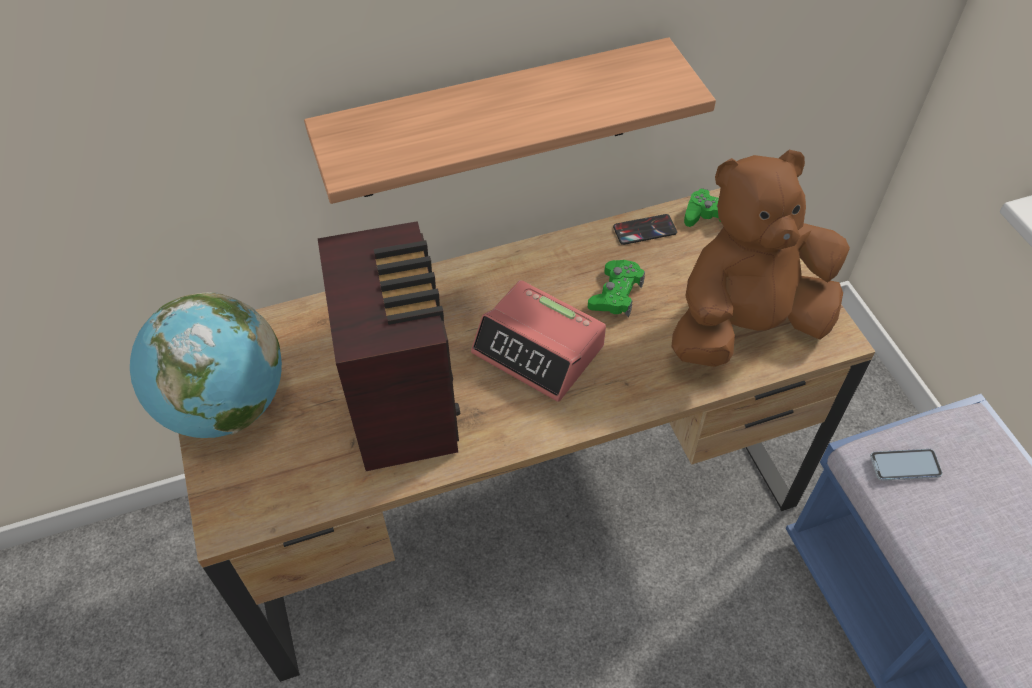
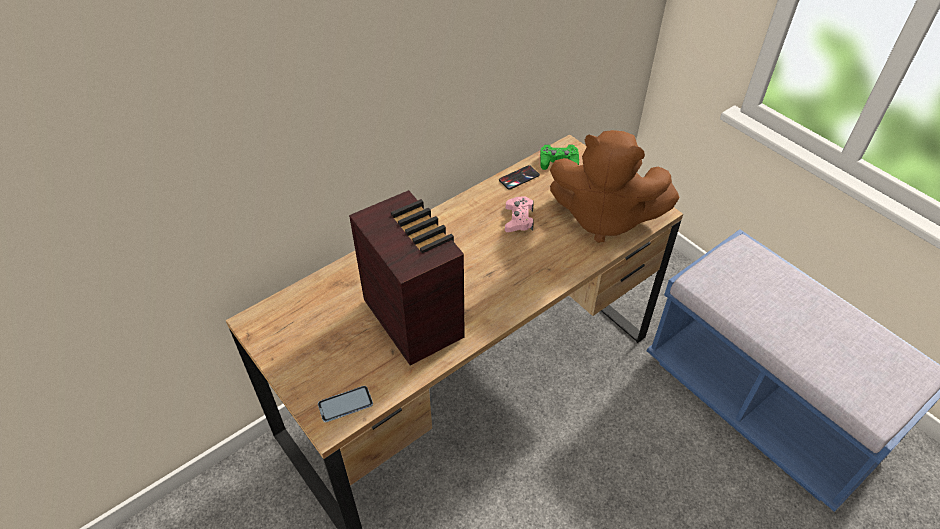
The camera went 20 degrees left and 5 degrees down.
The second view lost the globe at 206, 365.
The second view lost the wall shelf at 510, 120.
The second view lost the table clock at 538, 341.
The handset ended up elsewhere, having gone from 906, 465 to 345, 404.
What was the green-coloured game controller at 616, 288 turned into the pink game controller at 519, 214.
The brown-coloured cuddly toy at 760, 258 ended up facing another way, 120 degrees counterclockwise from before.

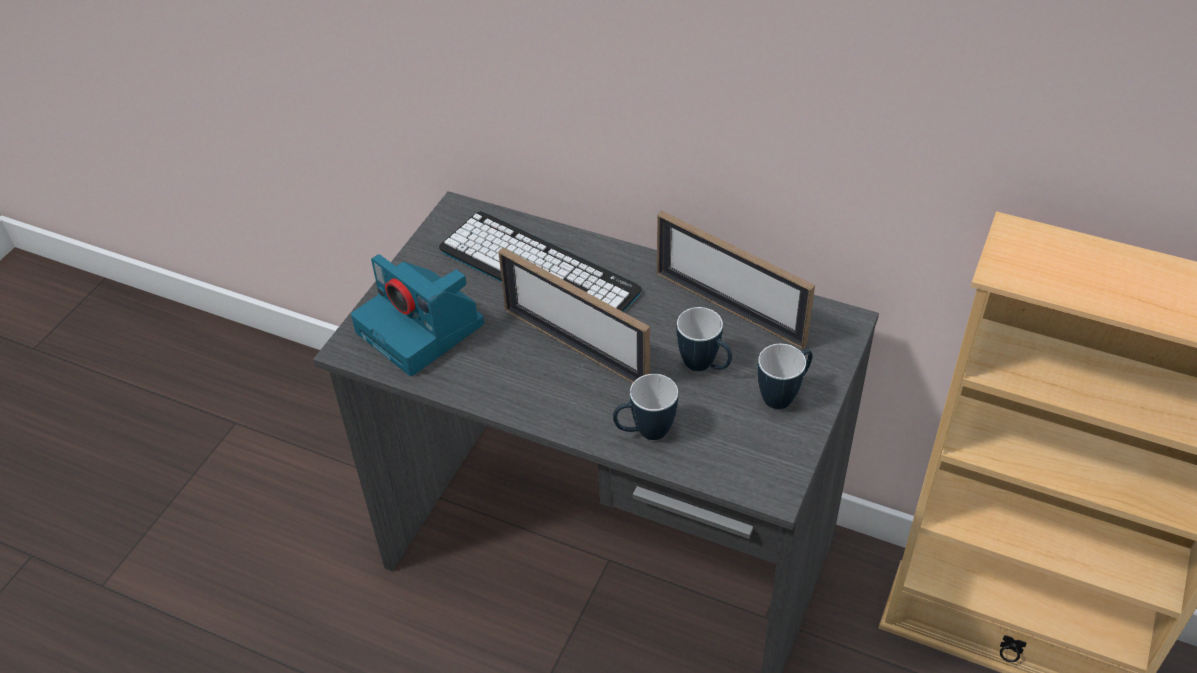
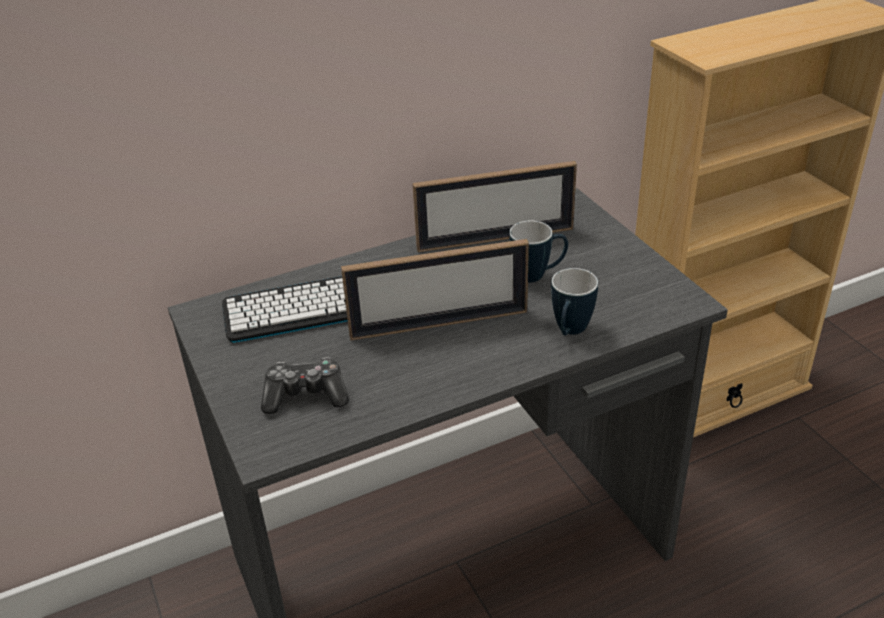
The camera went 50 degrees left and 10 degrees down.
The second view lost the mug at 785, 376.
Where the still camera stood at 417, 315, the game controller came to stand at 305, 385.

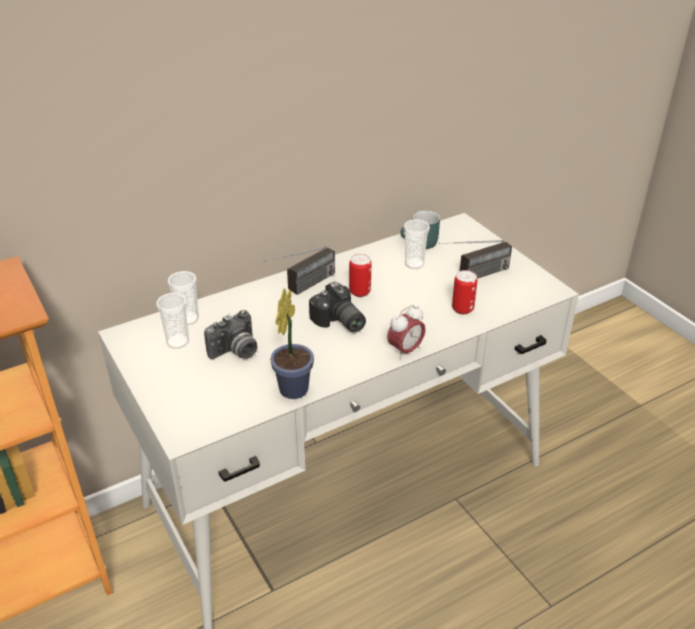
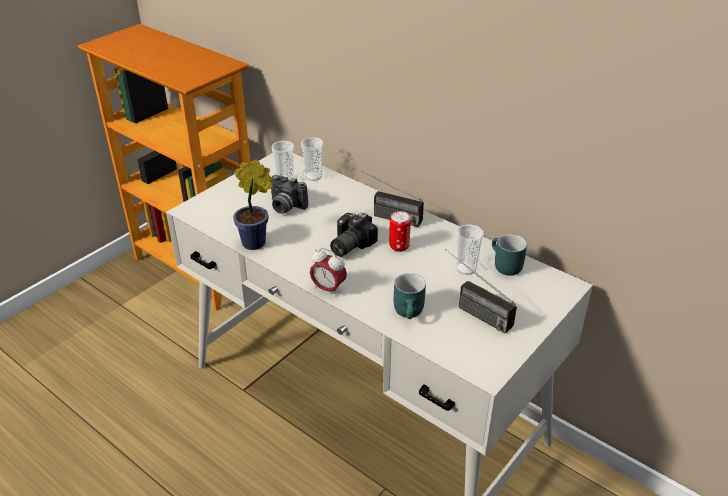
The camera went 70 degrees right and 0 degrees up.
Where the metal can stood at 465, 292, the turquoise mug came to stand at 410, 296.

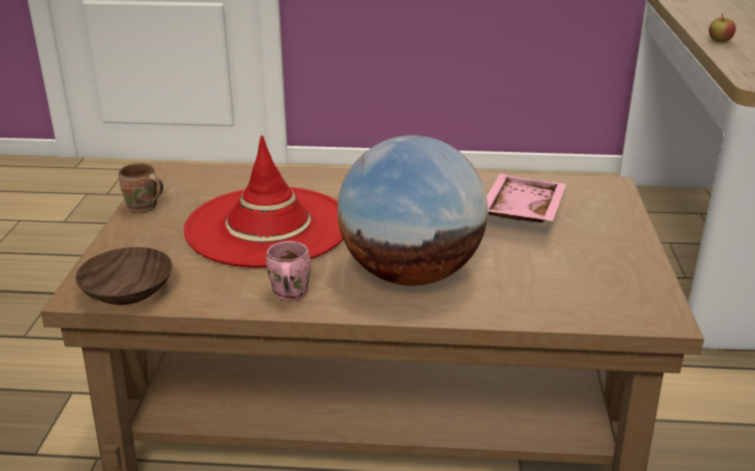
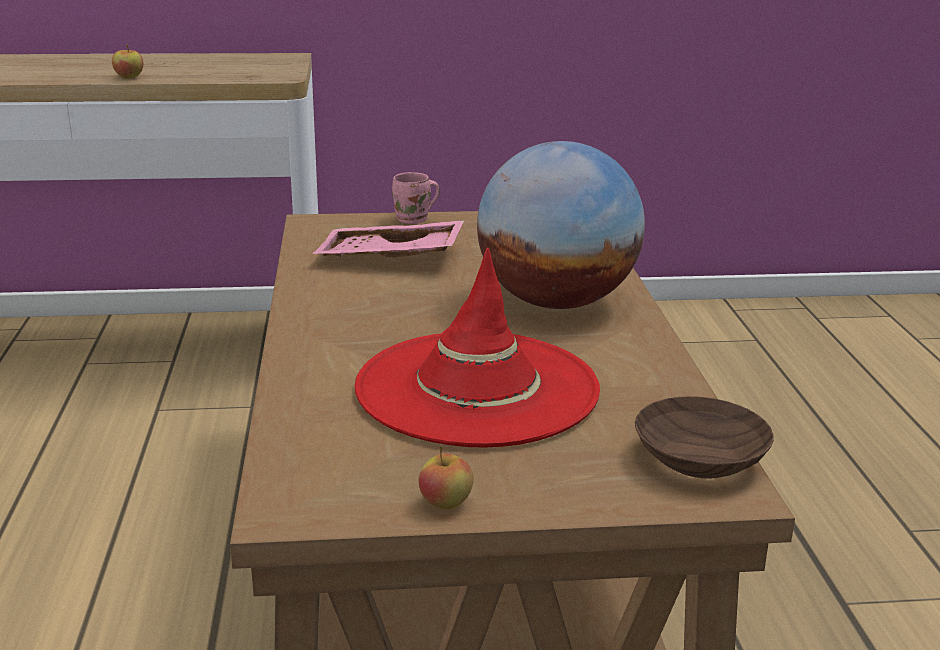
The camera went 100 degrees left and 5 degrees down.
The pink mug ended up elsewhere, having gone from 288, 271 to 416, 198.
Where the brown-coloured mug stood at 141, 188, the apple came to stand at 446, 477.

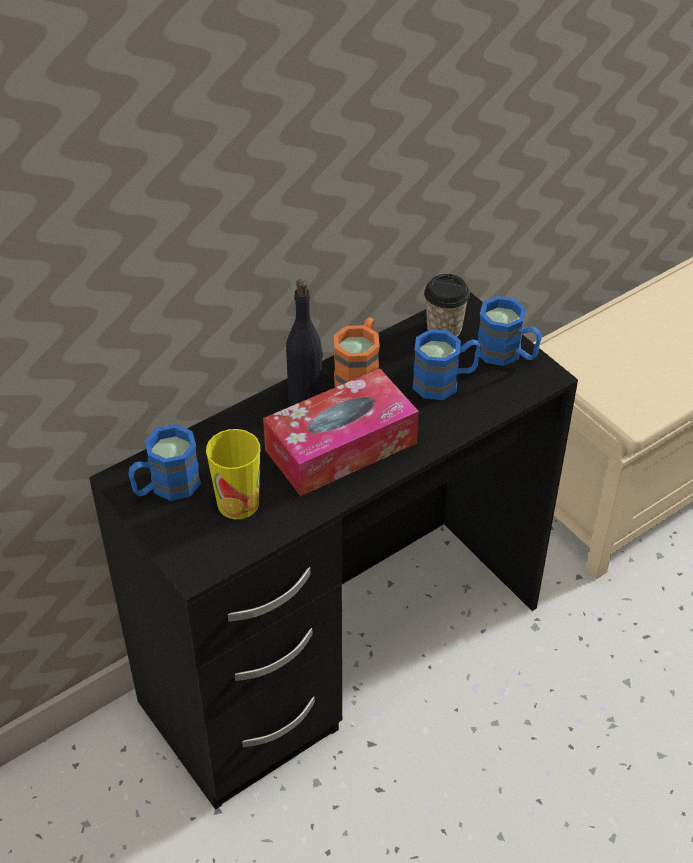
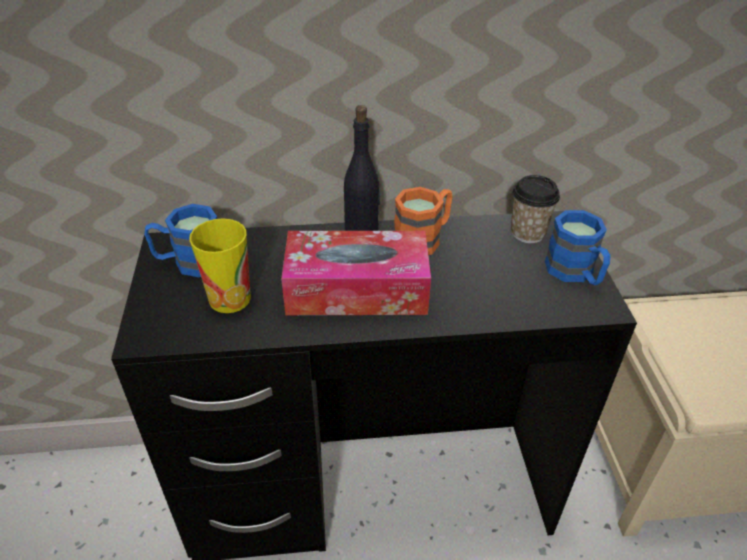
The camera went 30 degrees right and 5 degrees down.
The second view lost the blue mug at 446, 364.

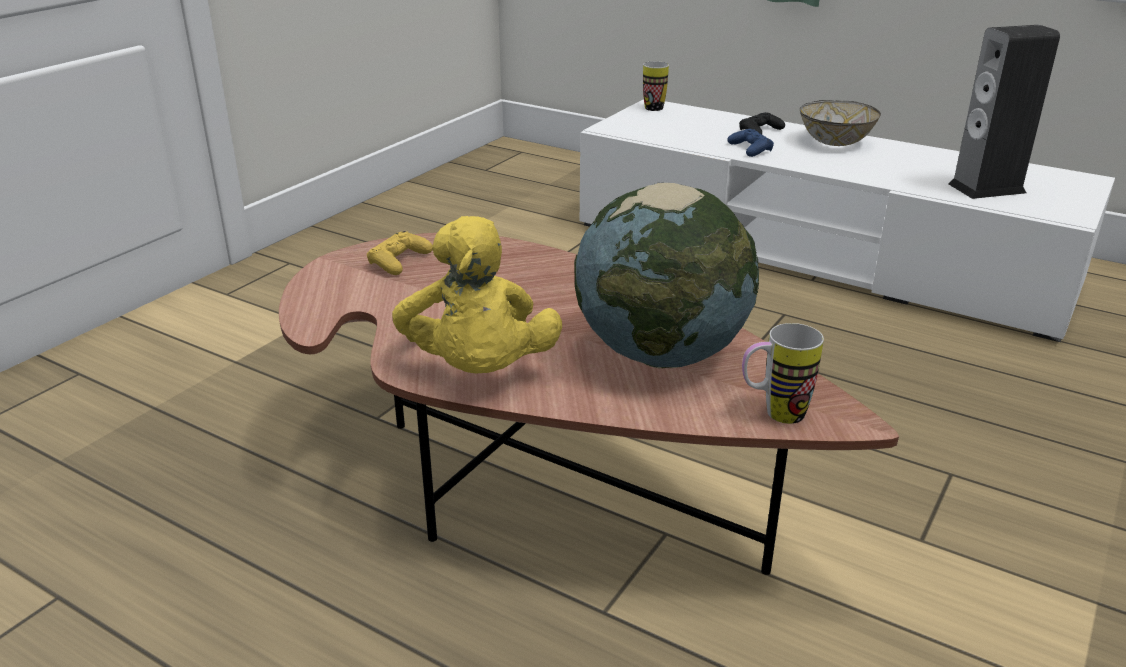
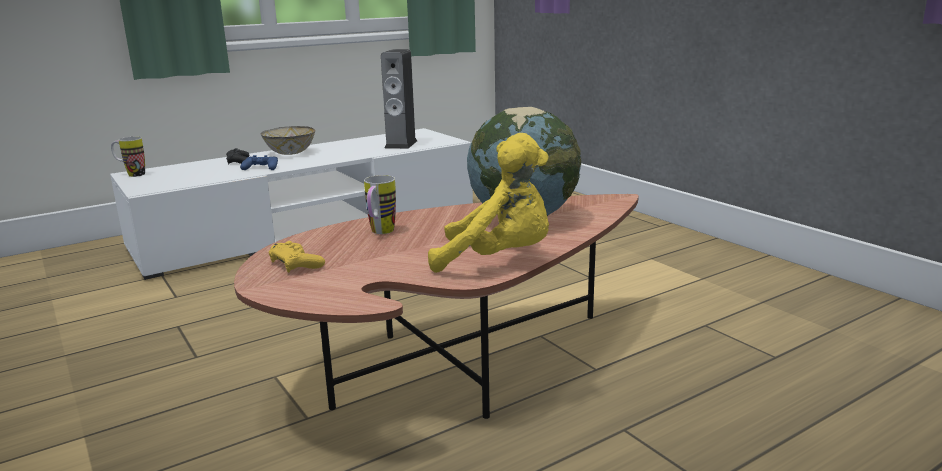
The camera went 65 degrees left and 10 degrees down.
The mug ended up elsewhere, having gone from 783, 373 to 380, 204.

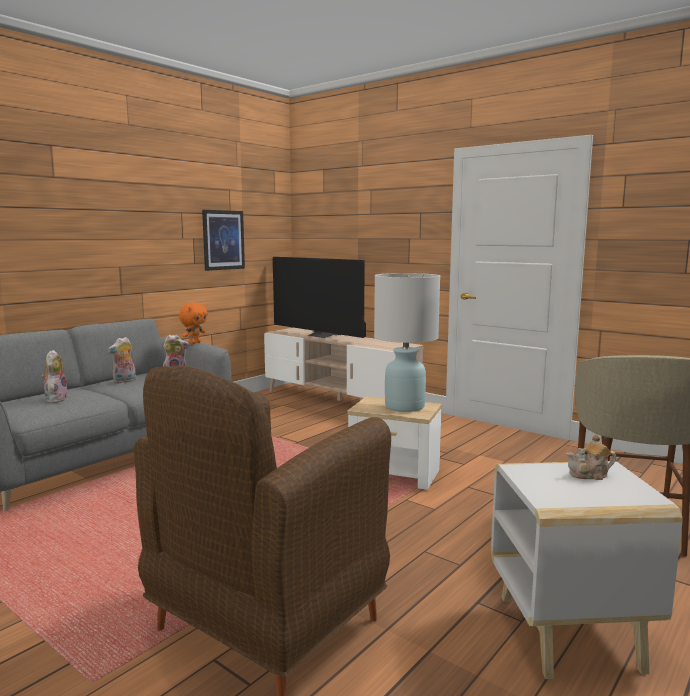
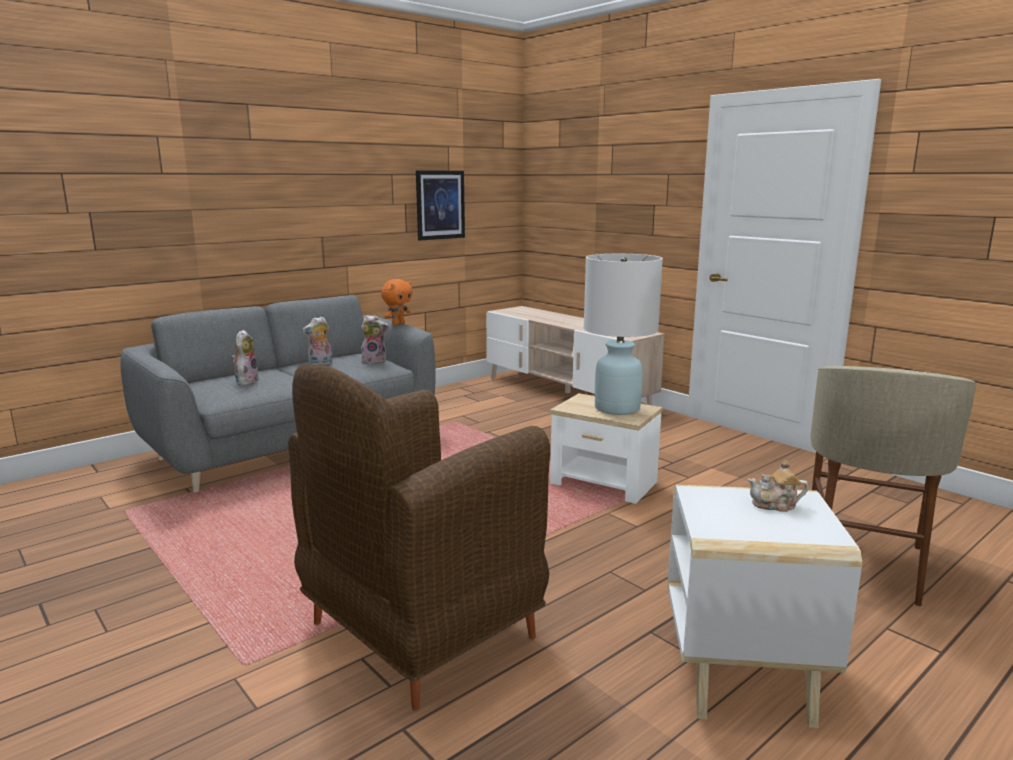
The camera went 10 degrees right and 5 degrees up.
The second view lost the TV at 319, 297.

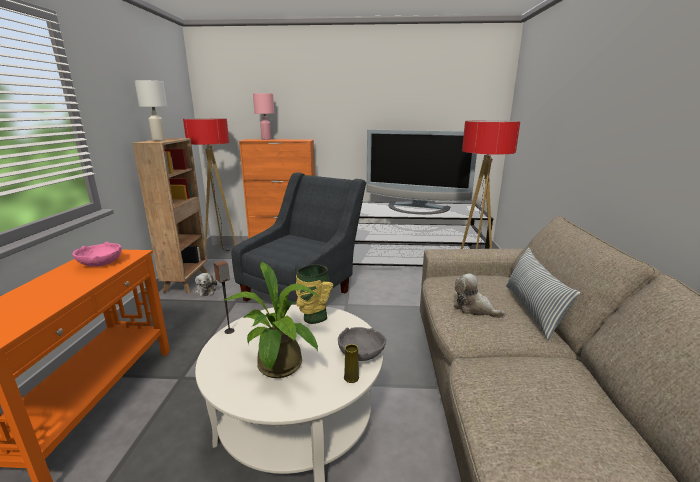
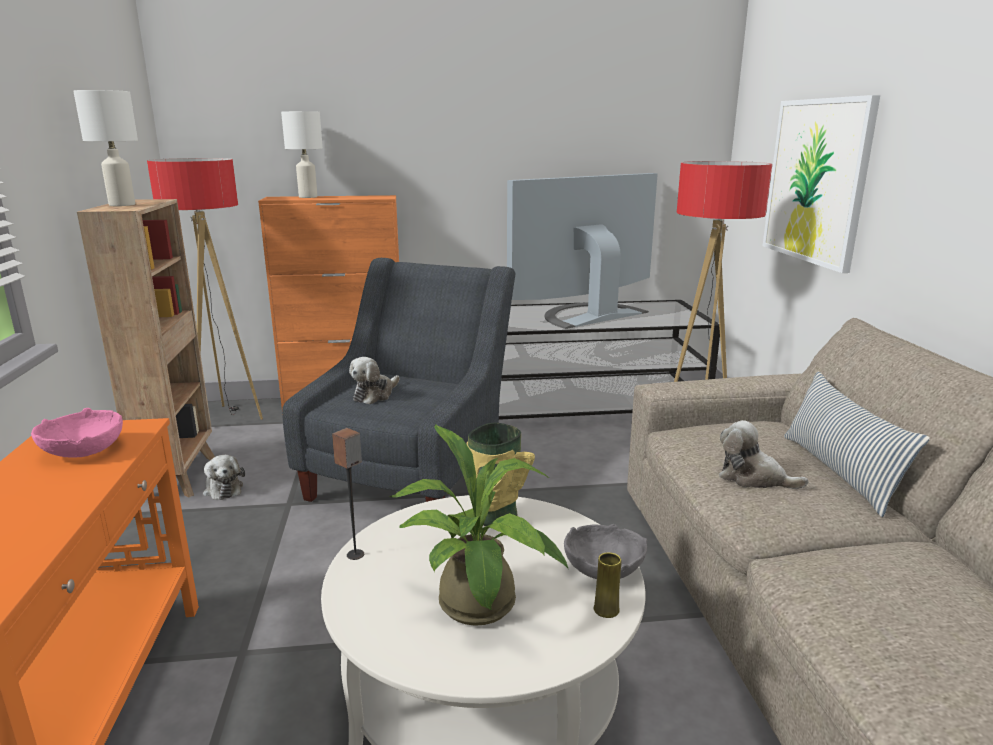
The camera went 10 degrees left and 0 degrees up.
The second view gained the cuddly toy at 374, 381.
The second view gained the wall picture at 821, 184.
What was the pink lamp for a table at 263, 116 turned into the white lamp for a table at 302, 154.
The TV at 421, 171 ended up facing another way, 135 degrees clockwise from before.

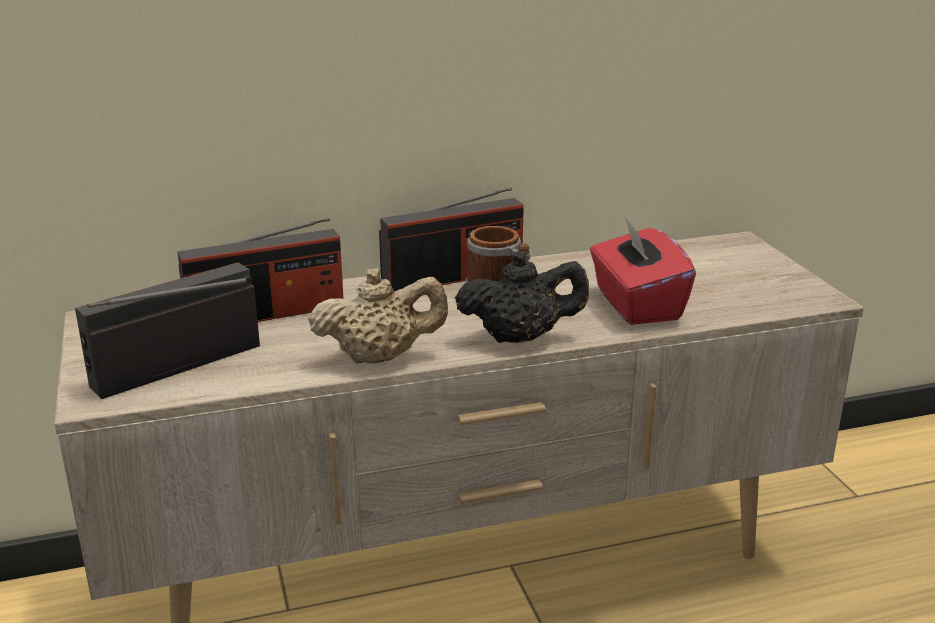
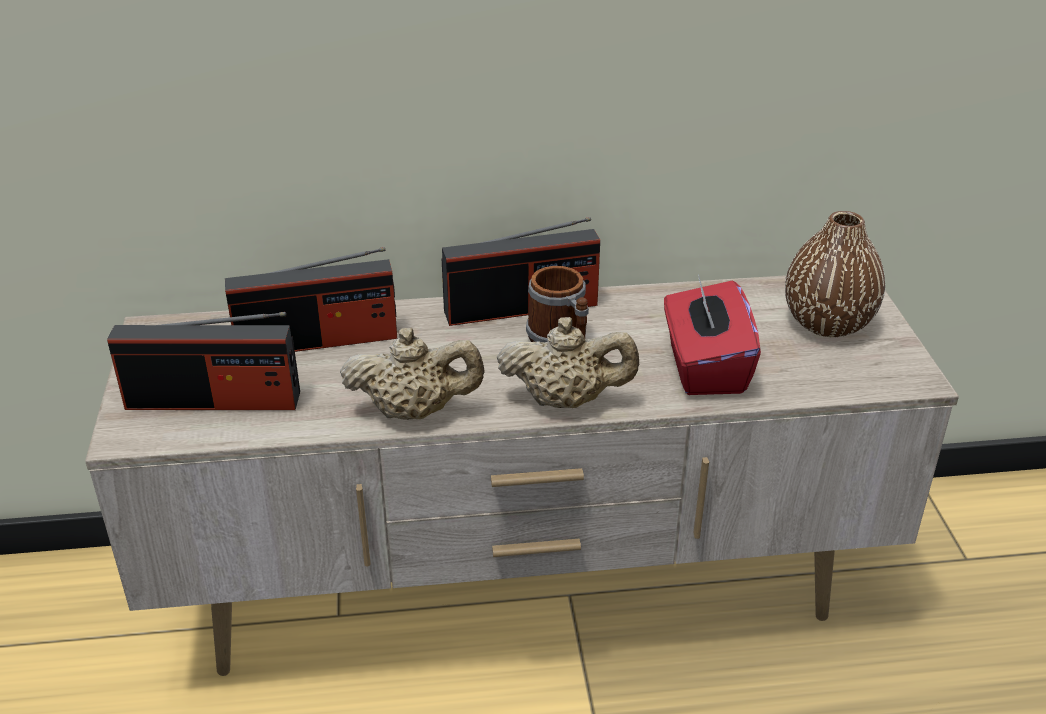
The camera went 10 degrees right and 10 degrees up.
The second view gained the brown-coloured vase at 835, 274.
What was the black teapot at 522, 297 turned into the beige teapot at 568, 362.
The radio at 167, 330 ended up facing another way, 150 degrees counterclockwise from before.

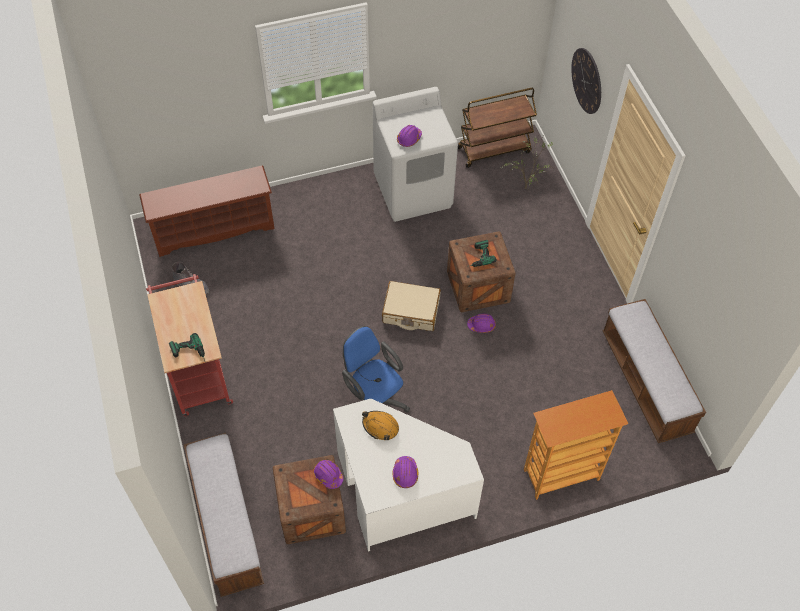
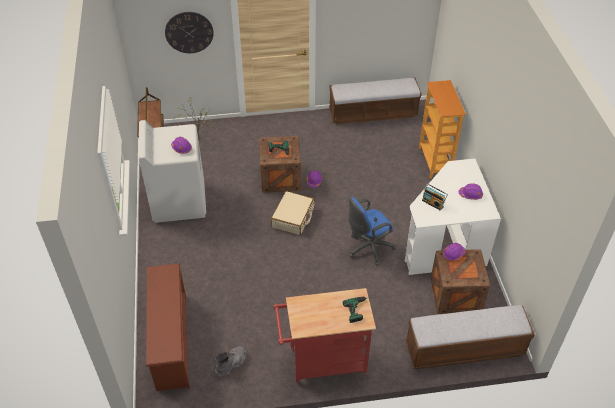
The camera went 80 degrees left and 10 degrees down.
Where the orange-coloured work helmet stood at 380, 425, the radio came to stand at 435, 197.

